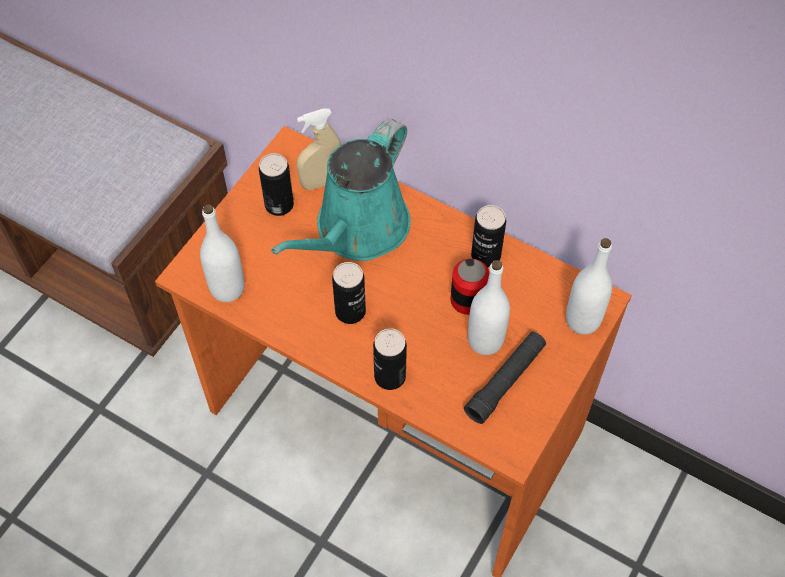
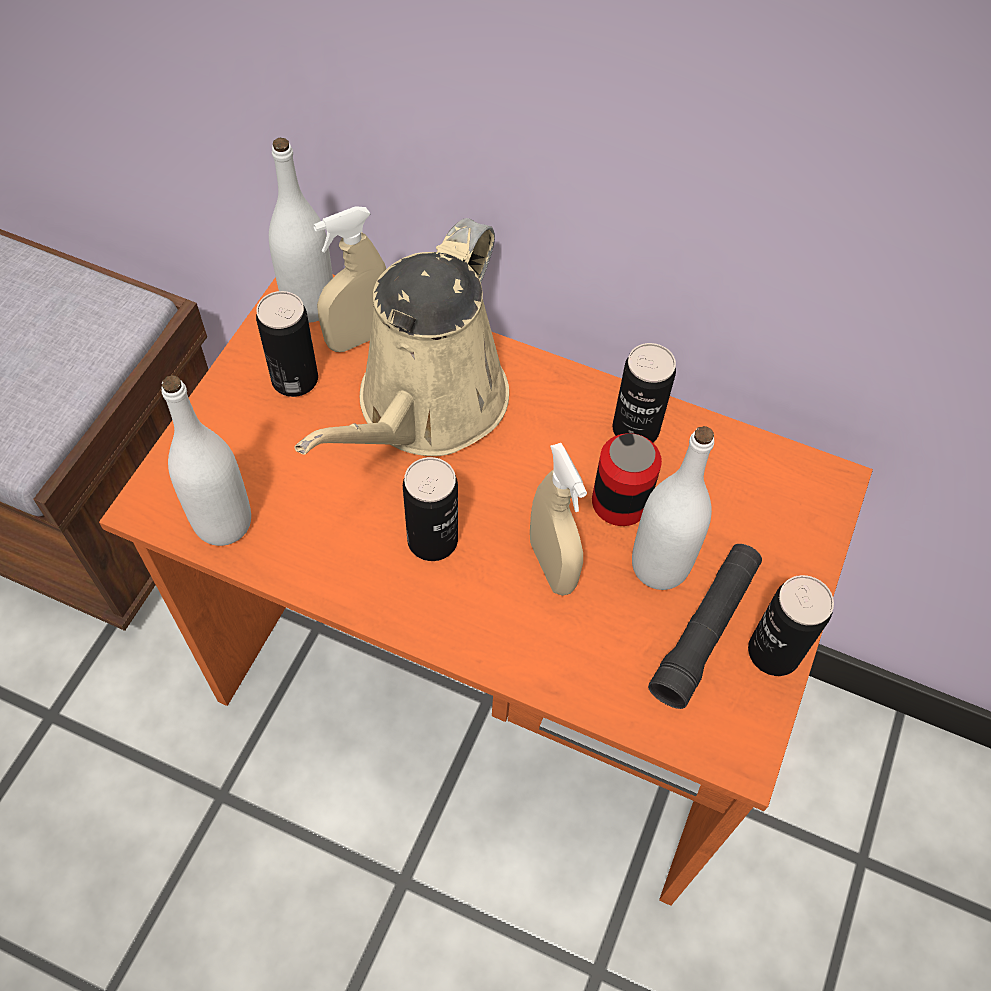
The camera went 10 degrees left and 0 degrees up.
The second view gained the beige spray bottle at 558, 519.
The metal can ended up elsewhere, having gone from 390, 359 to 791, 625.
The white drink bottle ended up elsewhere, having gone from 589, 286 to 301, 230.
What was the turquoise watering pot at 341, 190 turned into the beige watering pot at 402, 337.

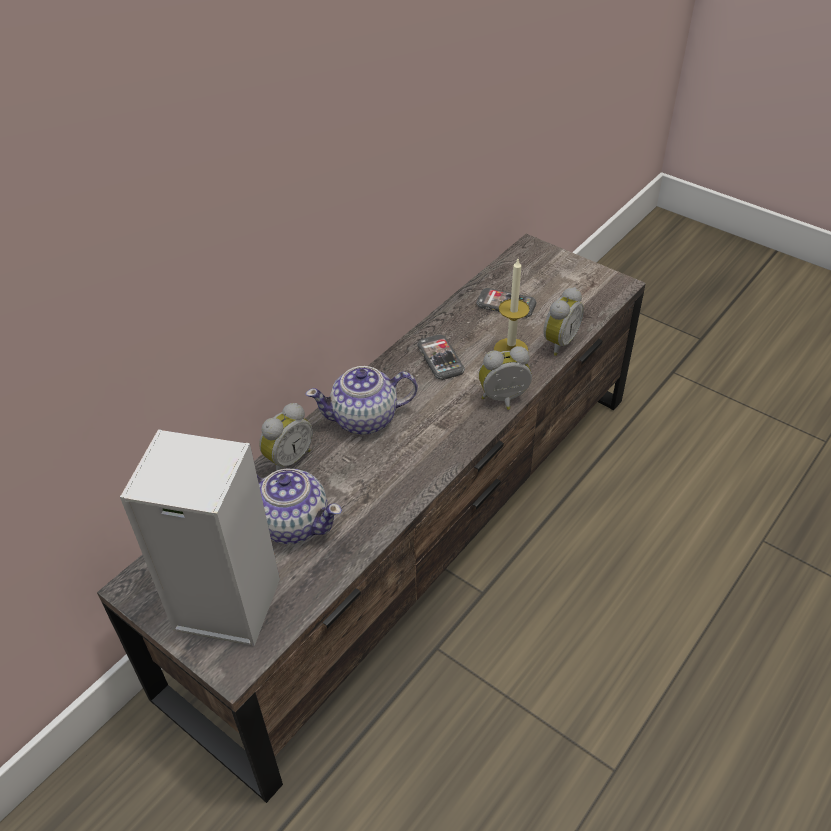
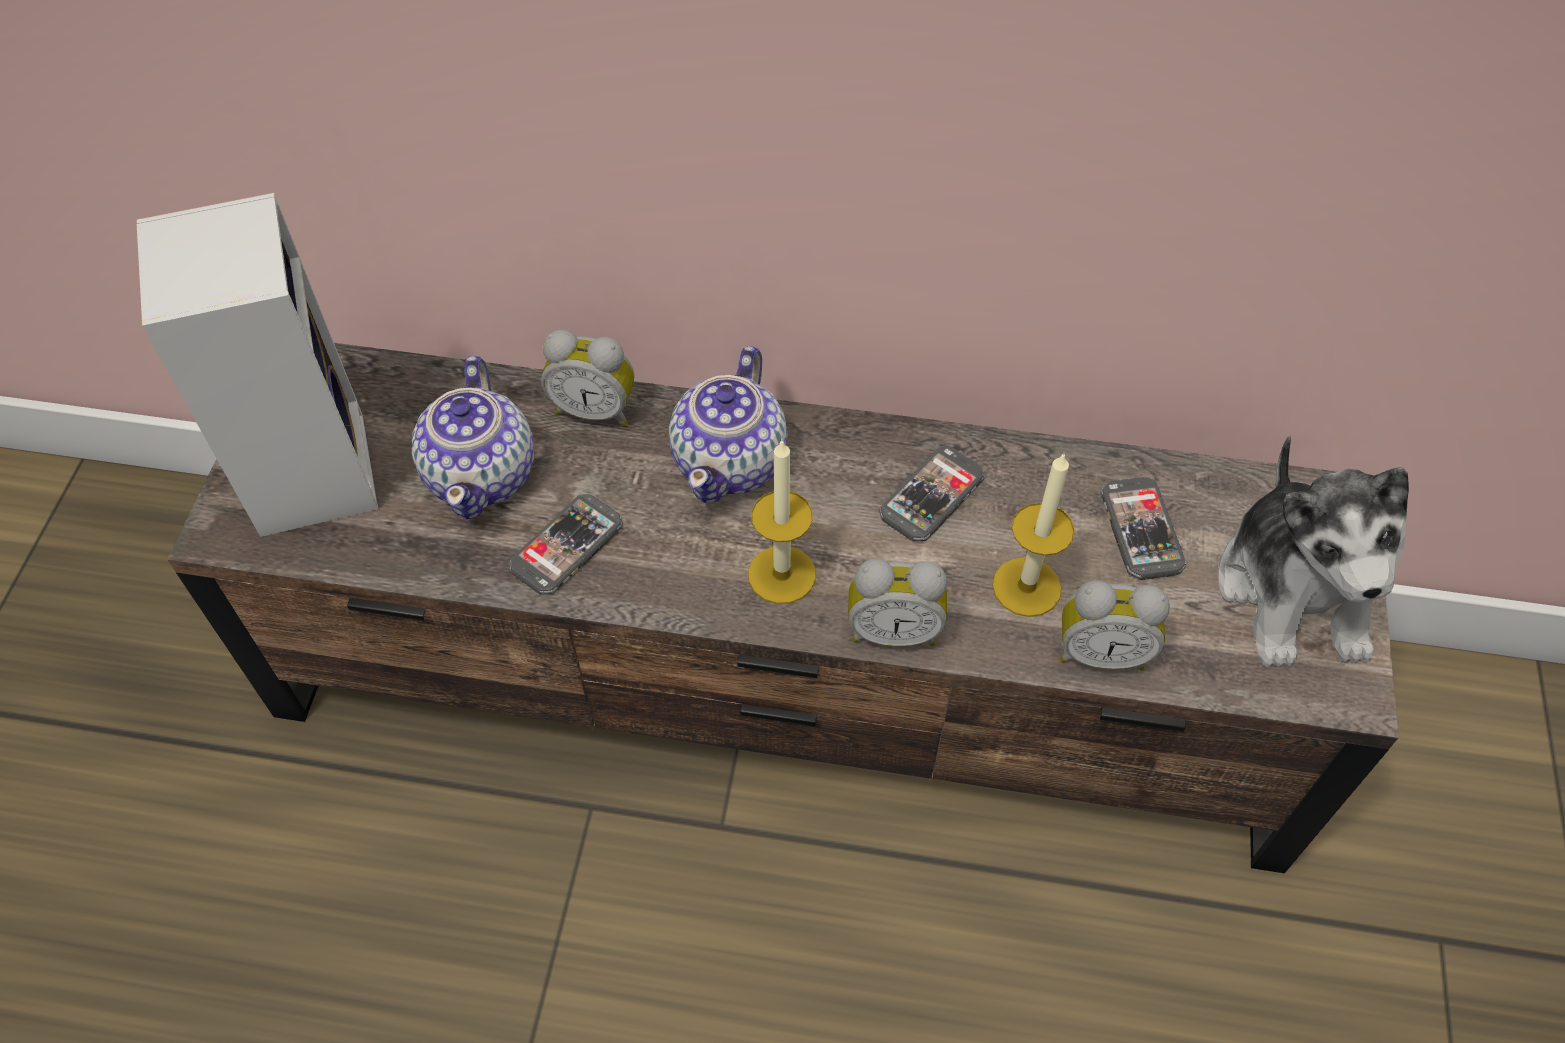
The camera went 60 degrees right and 10 degrees up.
The second view gained the handset at 565, 544.
The second view gained the wax candle at 782, 521.
The second view gained the cuddly toy at 1314, 551.
The teapot at 362, 400 ended up facing another way, 120 degrees counterclockwise from before.
The table clock at 505, 378 ended up facing another way, 135 degrees clockwise from before.

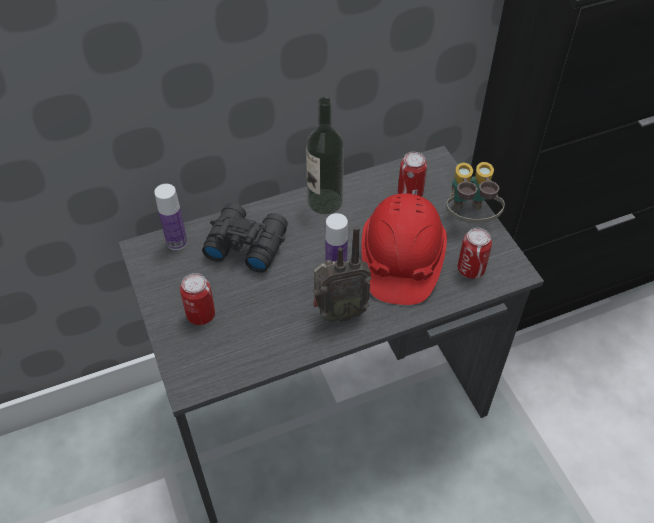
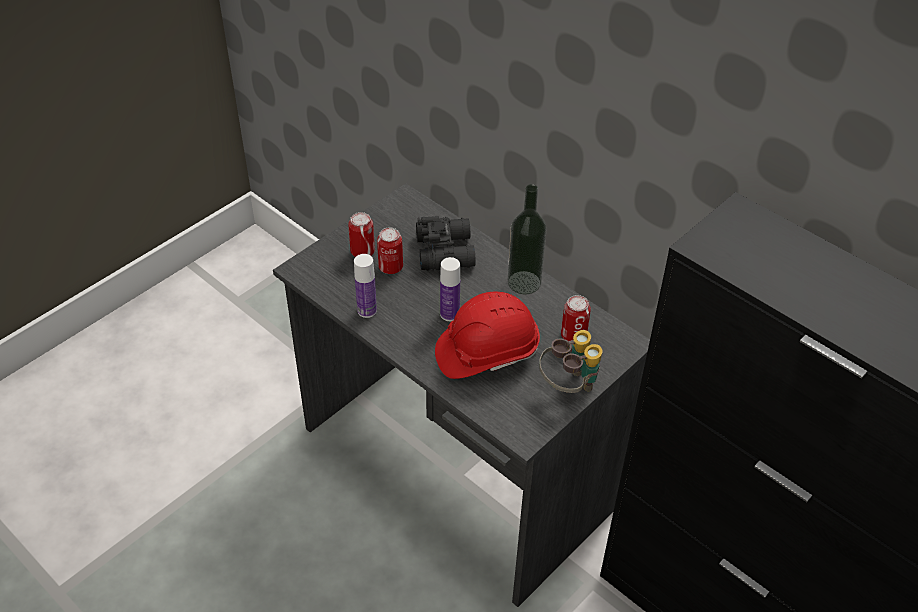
The camera went 65 degrees right and 5 degrees down.
The second view lost the radio at 342, 274.
The drink bottle ended up elsewhere, having gone from 170, 217 to 365, 286.
The metal can ended up elsewhere, having gone from 474, 253 to 390, 250.

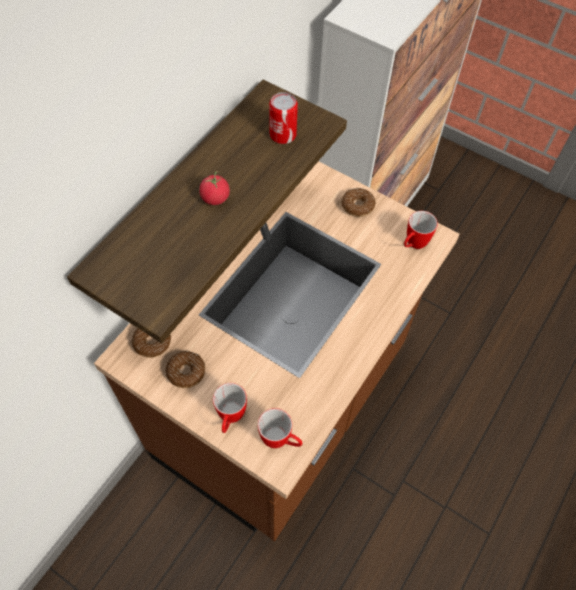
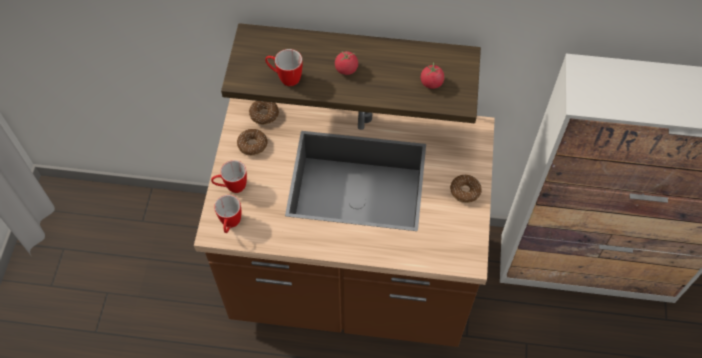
The camera went 65 degrees right and 0 degrees up.
The mug ended up elsewhere, having gone from 421, 230 to 283, 67.
Where the metal can stood at 283, 118, the tomato came to stand at 433, 75.

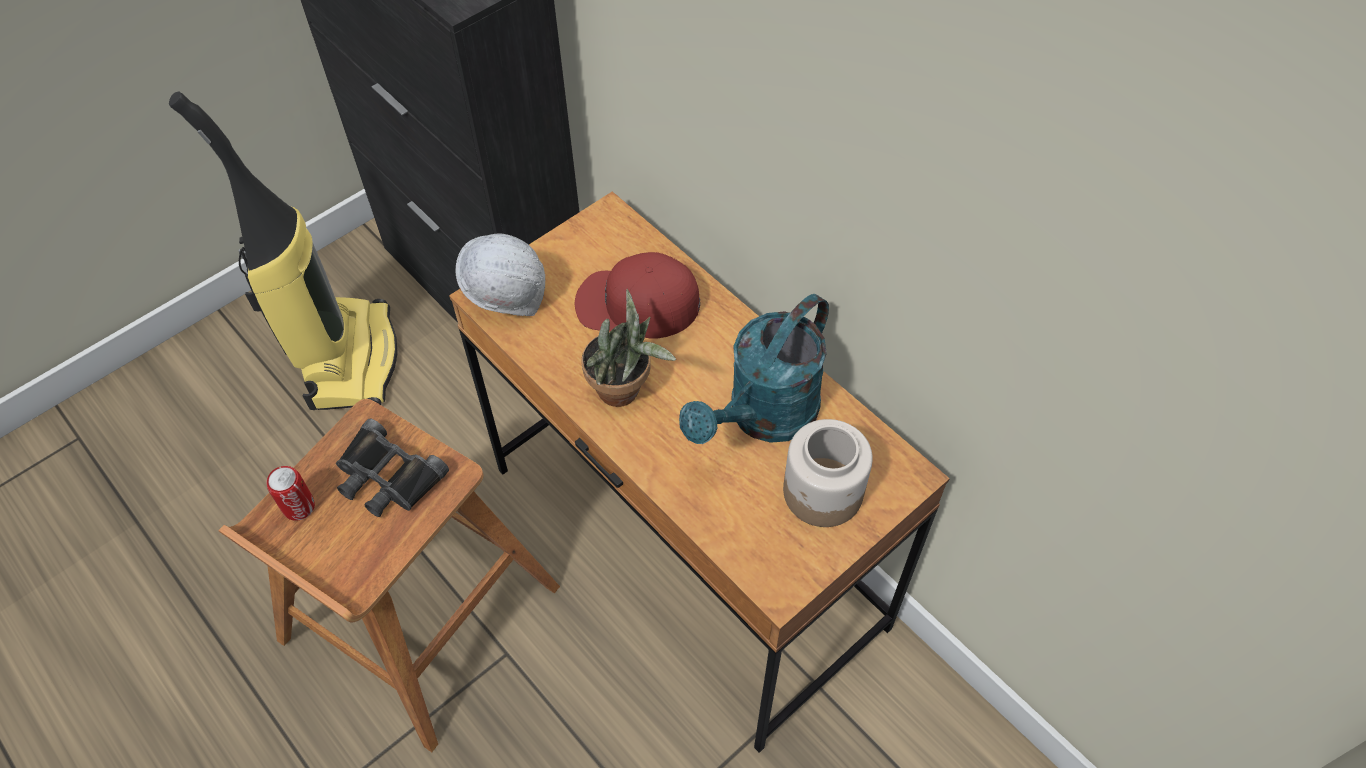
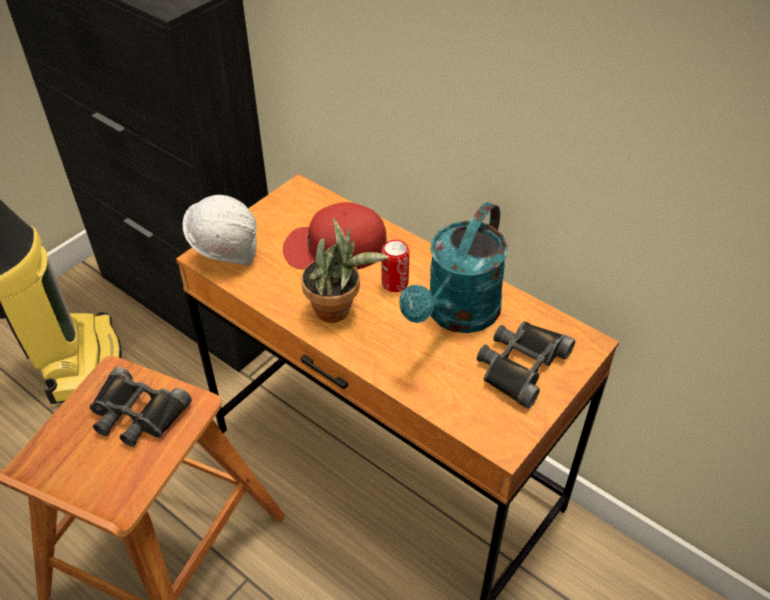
The camera went 10 degrees left and 10 degrees down.
The metal can ended up elsewhere, having gone from 290, 493 to 395, 266.
Where the preserve jar stood at 828, 473, the black binoculars came to stand at 526, 365.

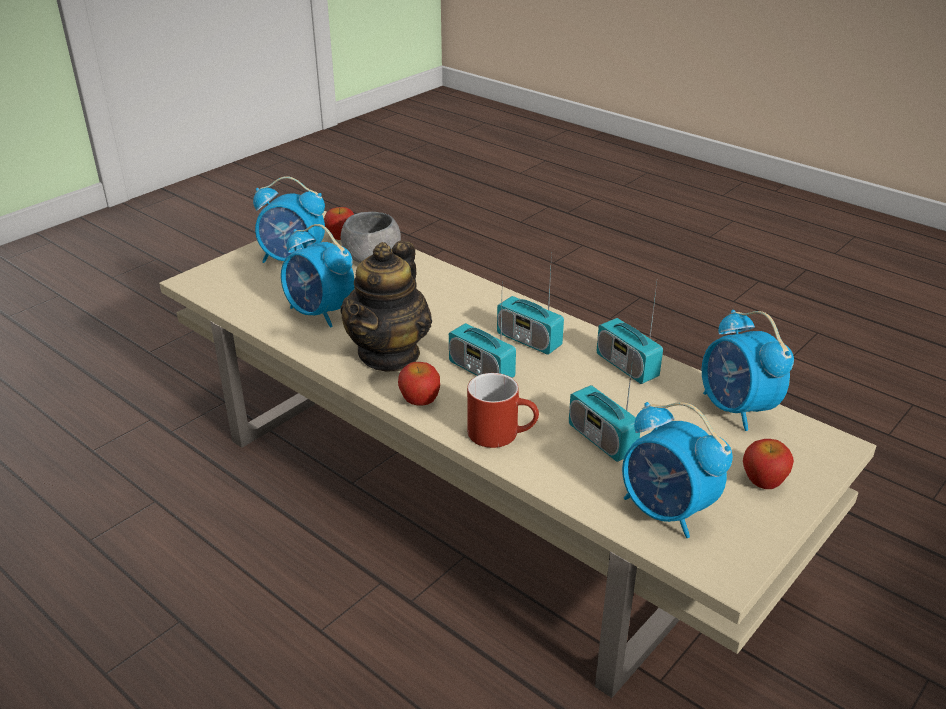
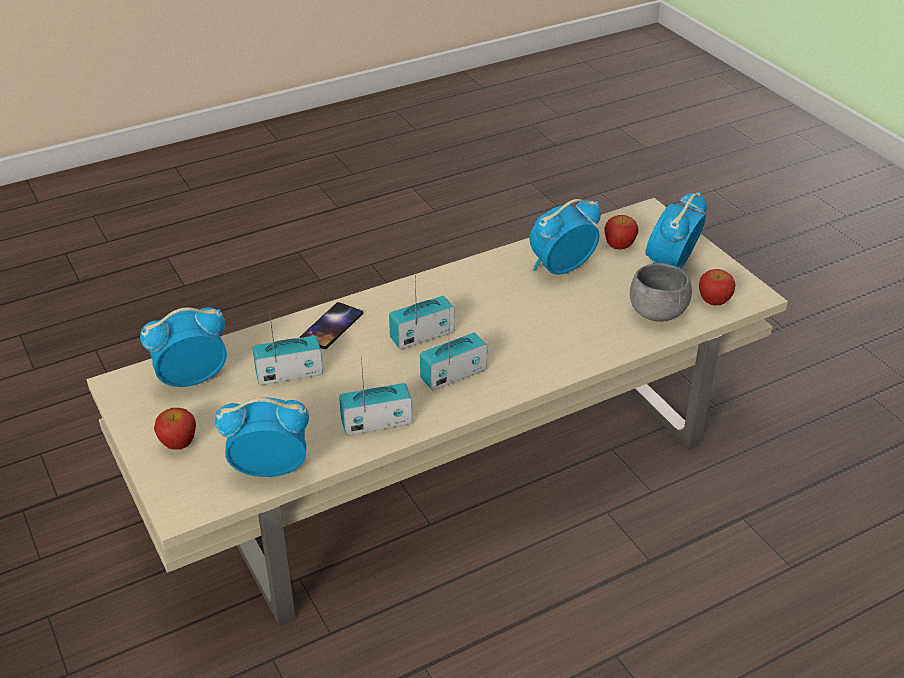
The camera went 110 degrees right and 5 degrees up.
The second view lost the teapot at 386, 306.
The apple ended up elsewhere, having gone from 419, 384 to 621, 232.
Where the red-coloured mug stood at 503, 410, the handset came to stand at 331, 325.

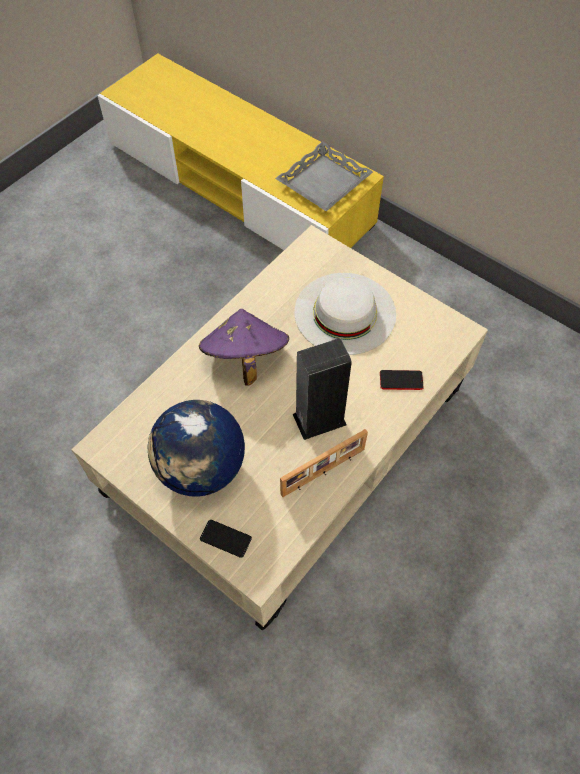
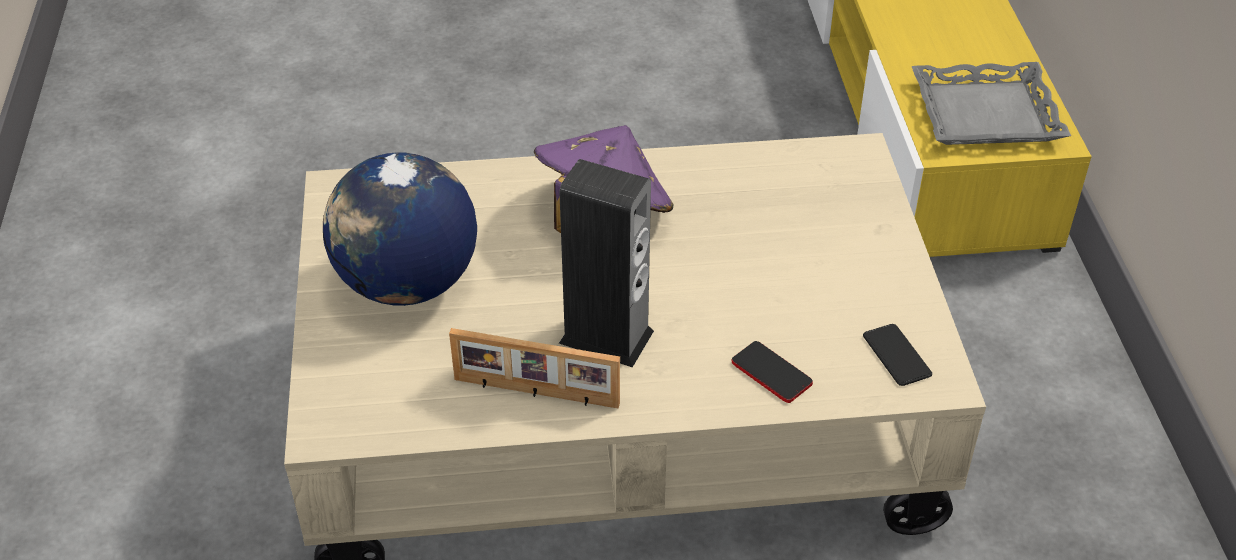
The camera went 45 degrees right and 15 degrees down.
The second view lost the white hat at 345, 314.
The handset ended up elsewhere, having gone from 226, 539 to 898, 355.

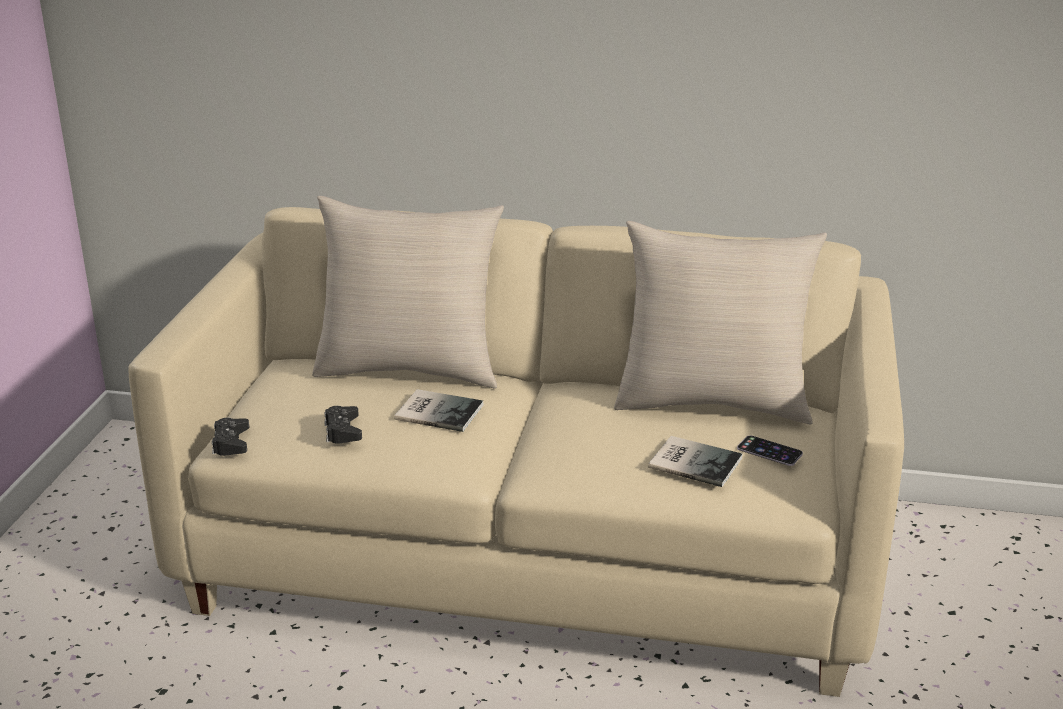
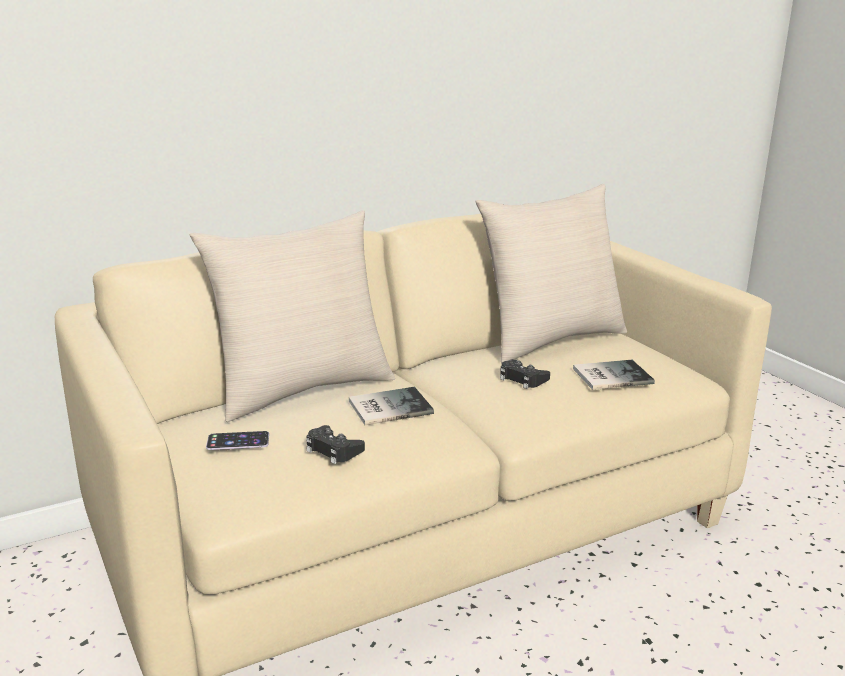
The camera went 40 degrees left and 5 degrees down.
The black game controller ended up elsewhere, having gone from 231, 437 to 525, 374.
The handset ended up elsewhere, having gone from 770, 450 to 237, 440.

